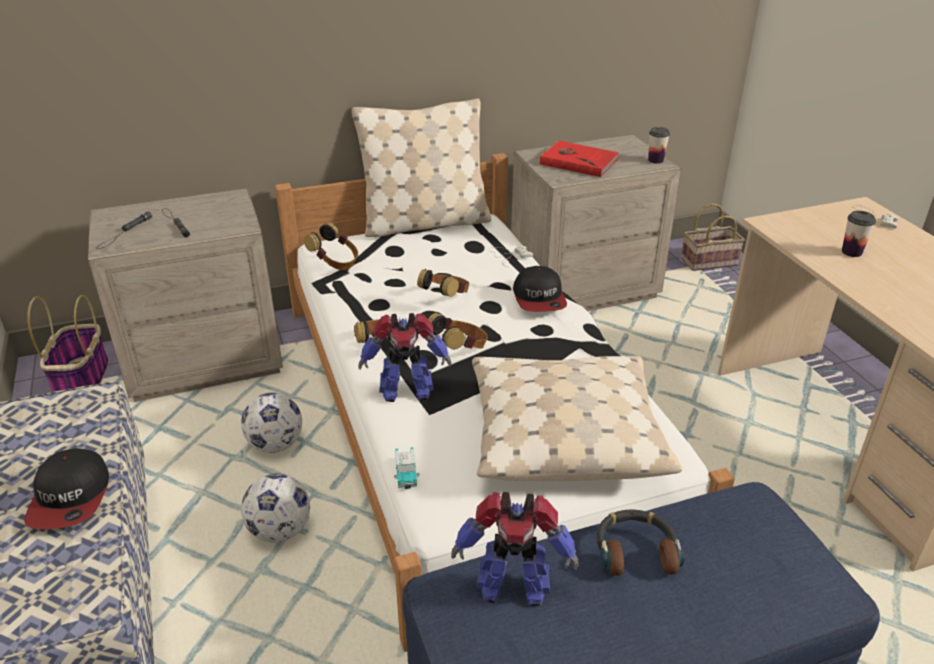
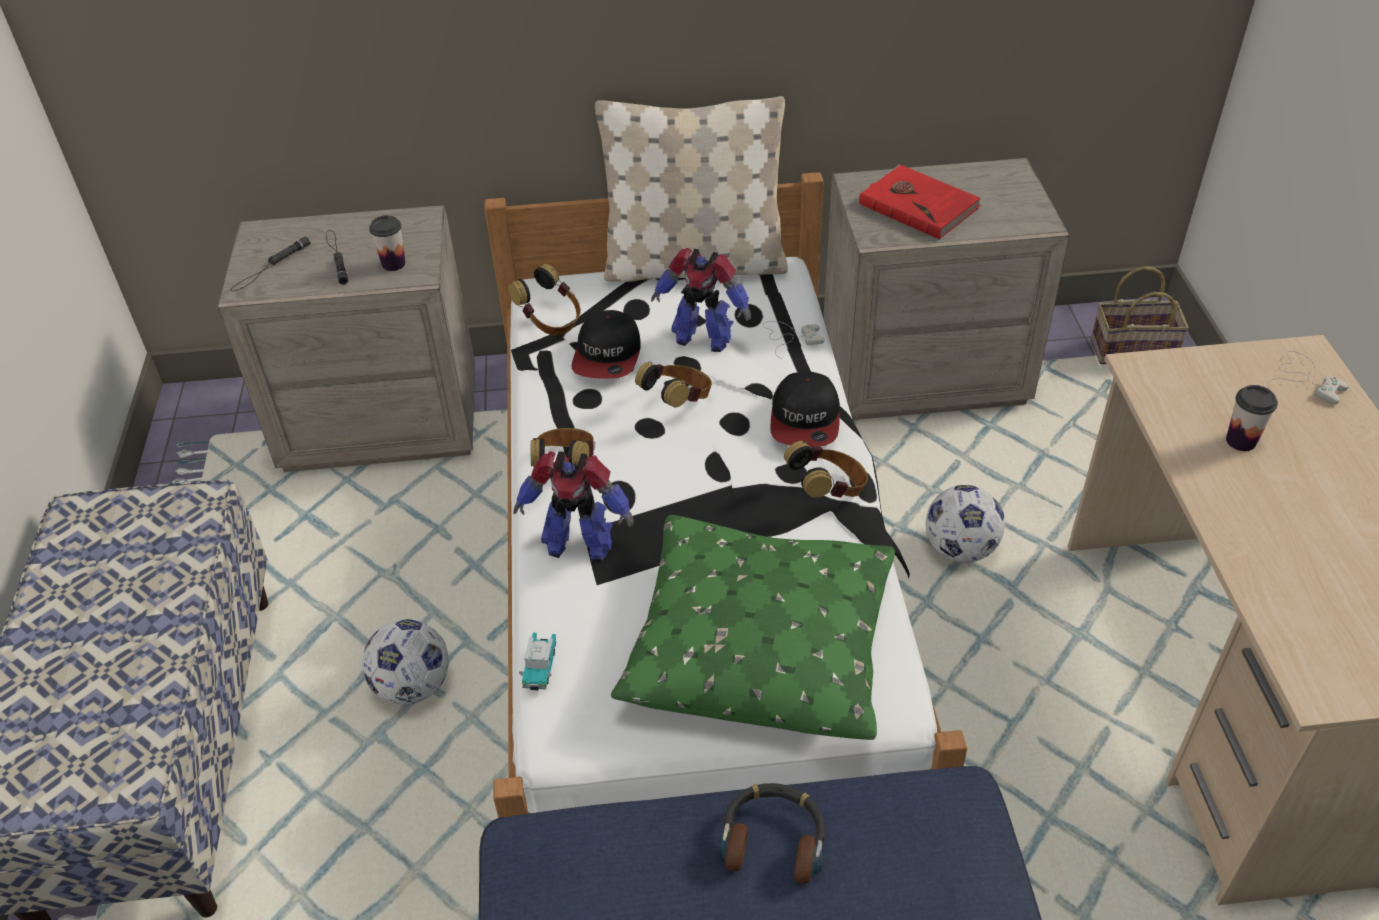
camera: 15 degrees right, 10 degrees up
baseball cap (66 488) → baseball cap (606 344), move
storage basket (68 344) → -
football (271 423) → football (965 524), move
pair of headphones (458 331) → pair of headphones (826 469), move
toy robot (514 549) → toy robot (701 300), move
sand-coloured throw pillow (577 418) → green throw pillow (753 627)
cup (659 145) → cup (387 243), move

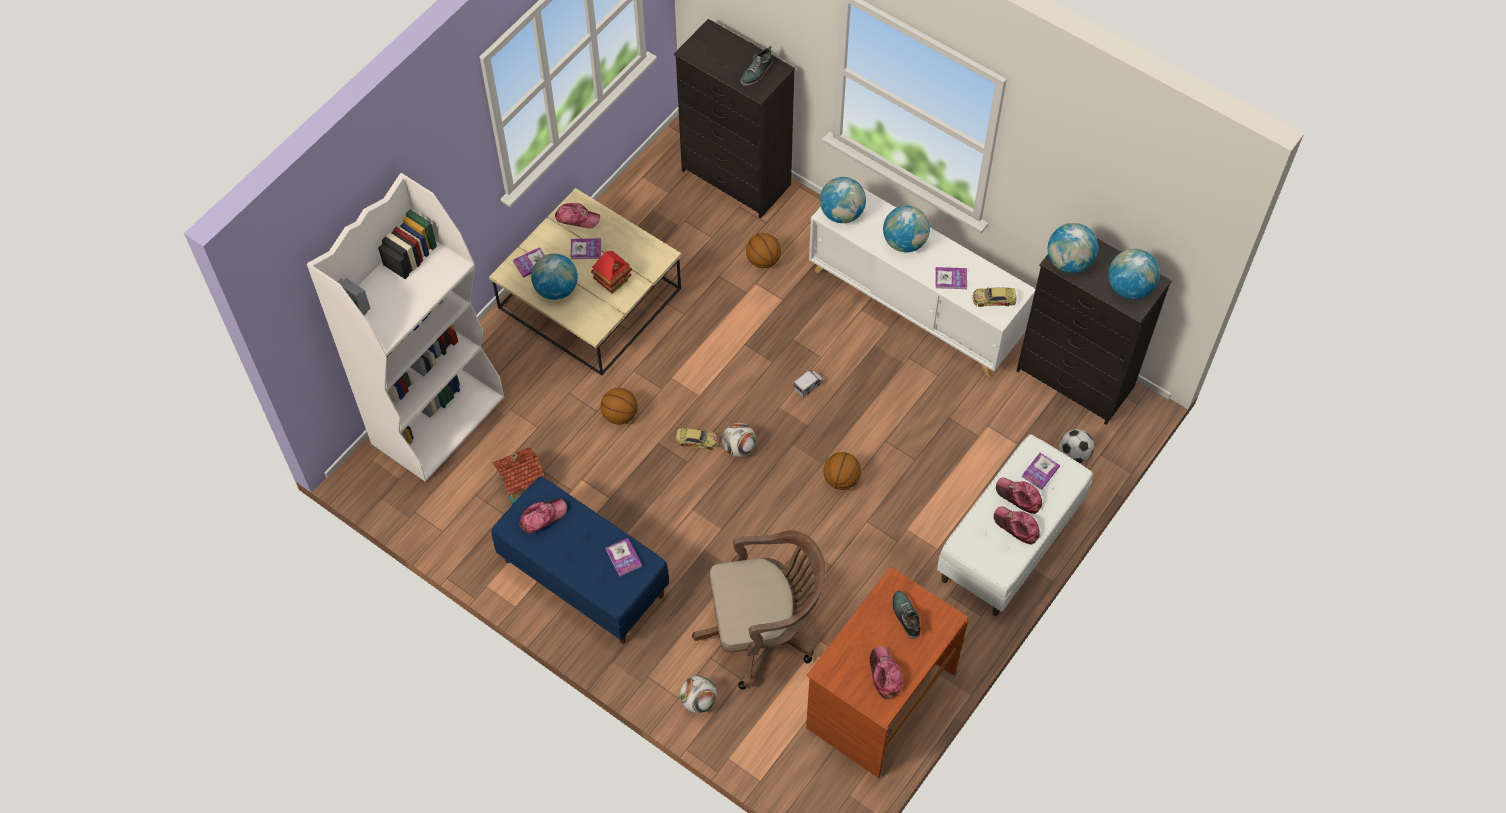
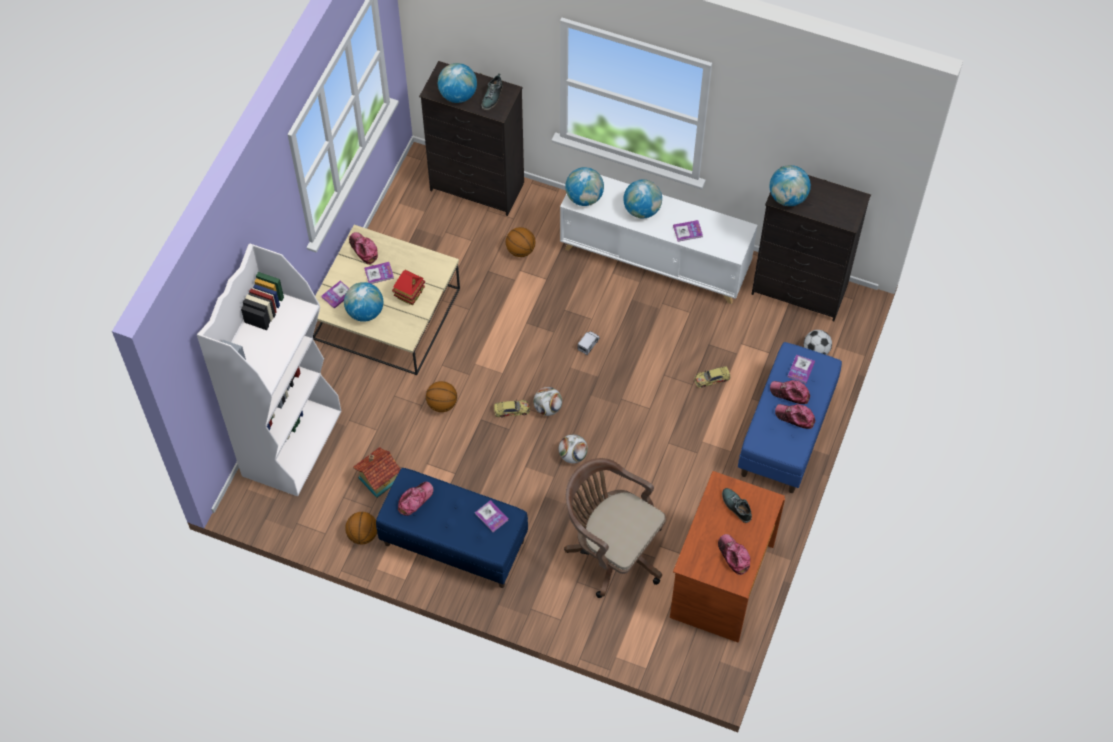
camera: 15 degrees left, 0 degrees up
baseball cap (577 215) → baseball cap (363 248), 120 degrees counterclockwise
football (698 694) → football (573 448), move
brown desk chair (758 610) → brown desk chair (615 528), 120 degrees counterclockwise
basketball (842 471) → basketball (361 528), move
whitish bench (1015 525) → blue-coloured bench (790 417)
toy car (995 297) → toy car (712 377), move
globe (1134 274) → globe (457 83), move

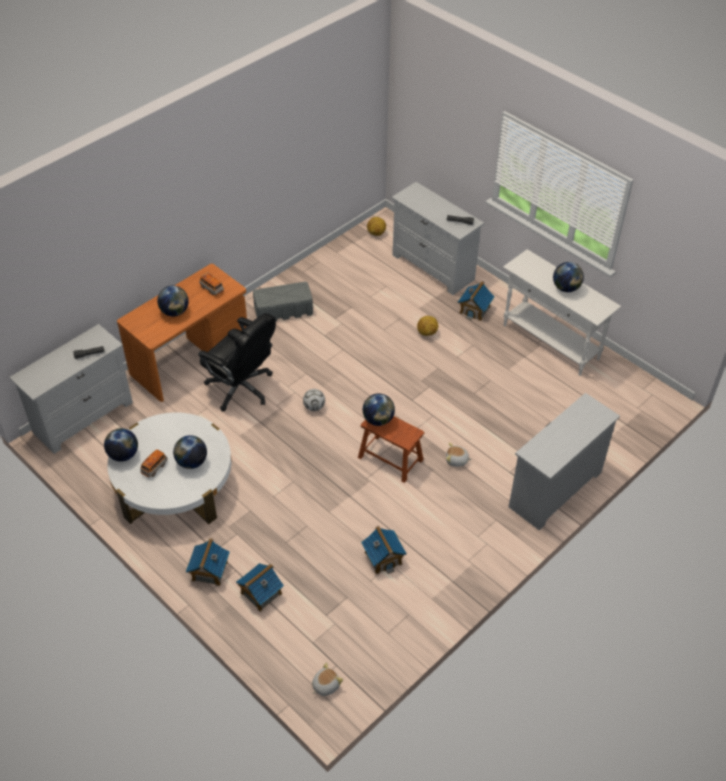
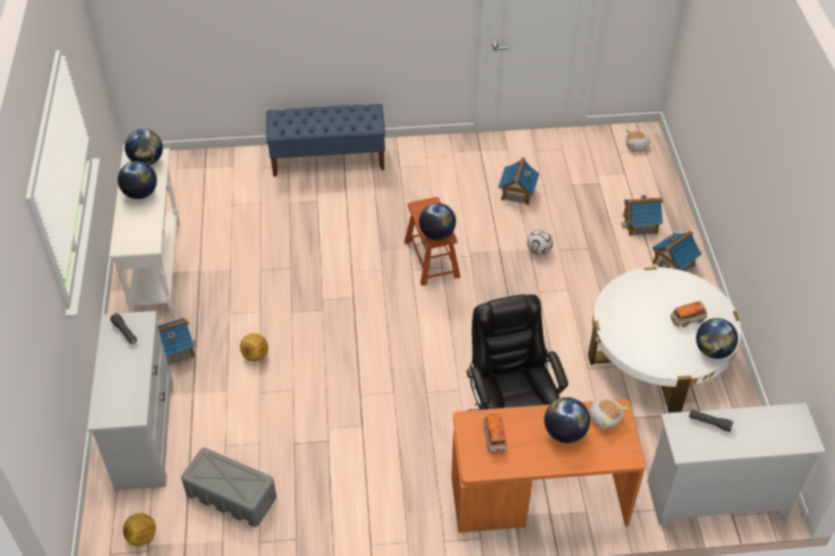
camera: 140 degrees left, 0 degrees up
globe (190 452) → globe (144 147), move
gray storage bin (283 301) → gray storage bin (229 487), move
football (314 400) → football (540 242), move
plush toy (459 455) → plush toy (609 413), move
whitish chest of drawers (564 461) → blue-coloured bench (325 140)

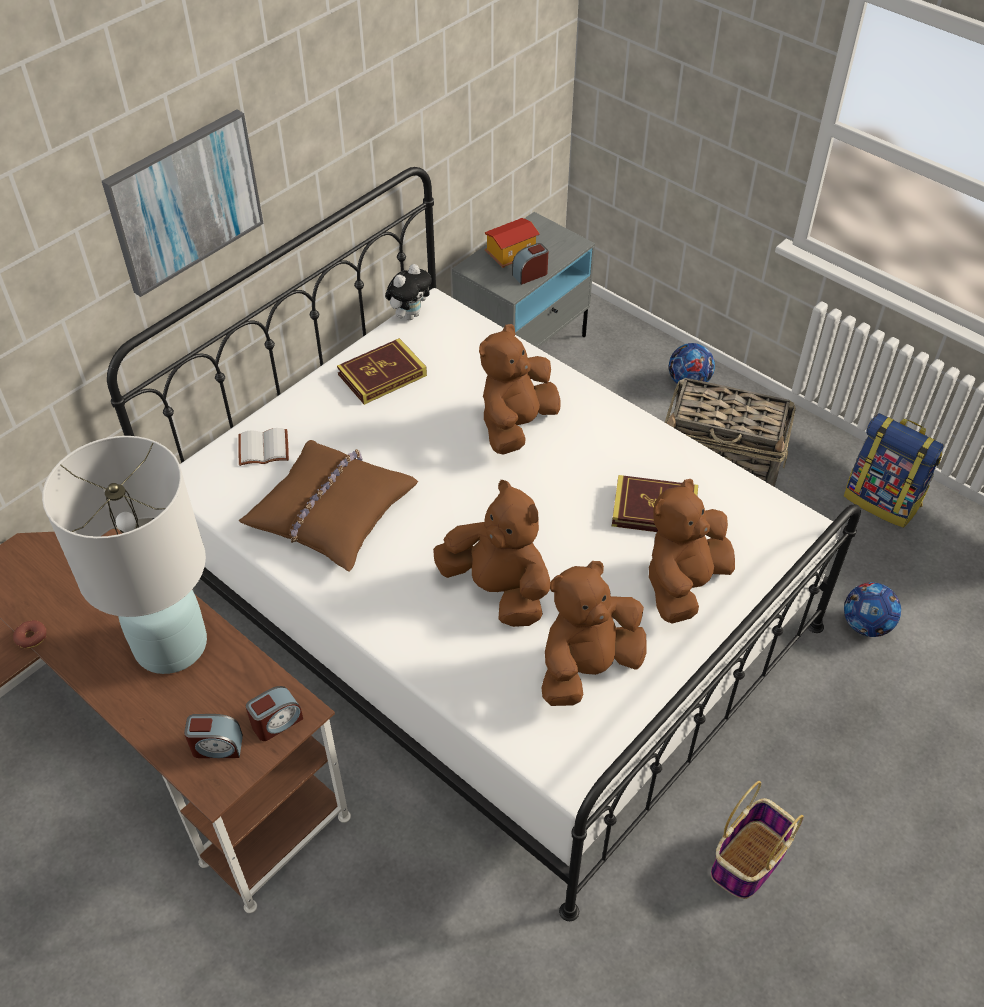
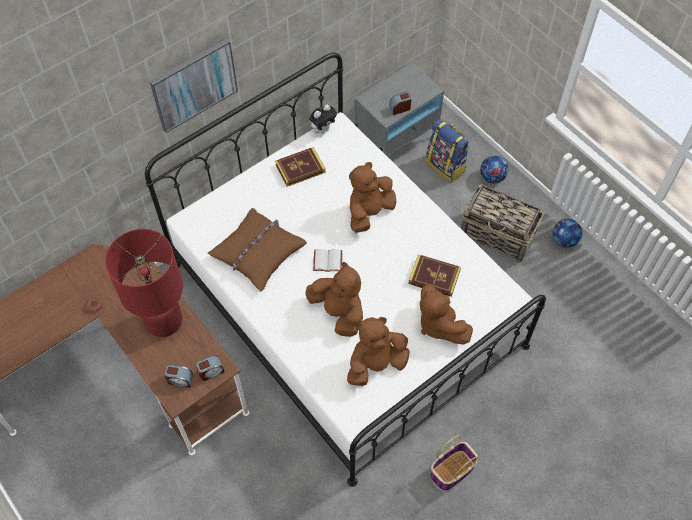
camera: 10 degrees right, 10 degrees up
whitish lamp for a table (124 555) → reddish lamp for a table (144 283)
whitish bound book (263 447) → whitish bound book (327 260), move
toy house (512 243) → -
brown plush toy (692 551) → brown plush toy (446 314), 75 degrees counterclockwise
backpack (894 470) → backpack (448 151), move
football (872 609) → football (567 233), move

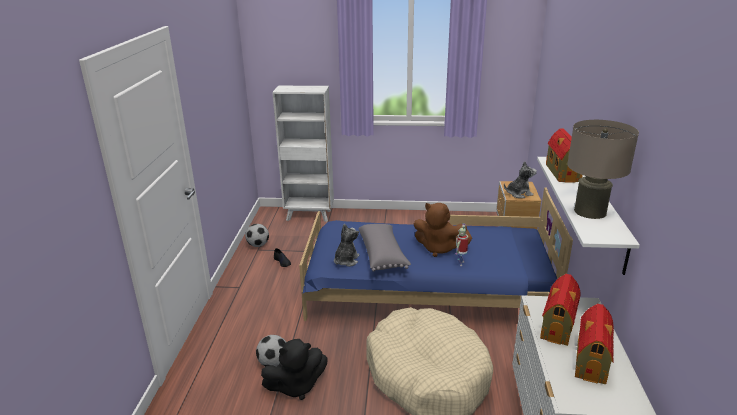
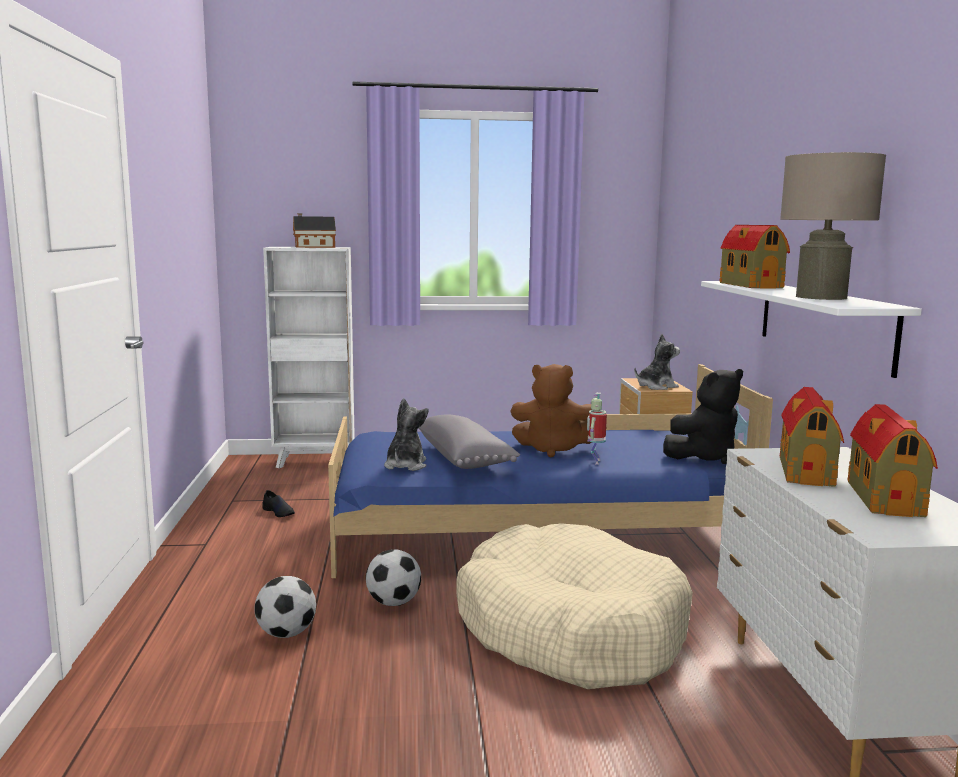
camera: 10 degrees left, 15 degrees down
football (257 235) → football (393 577), move
black-coloured plush toy (294 369) → black-coloured plush toy (703 416), move
- → toy house (314 230)

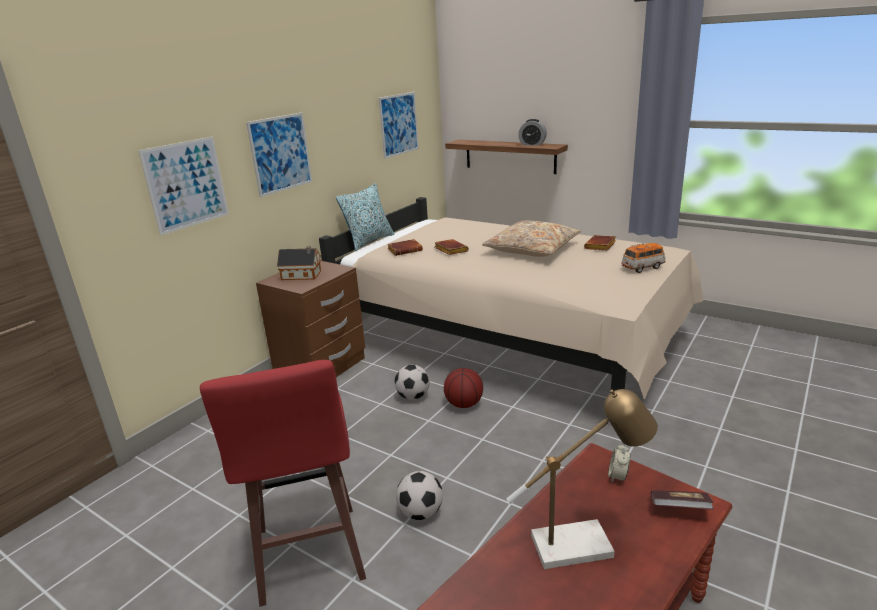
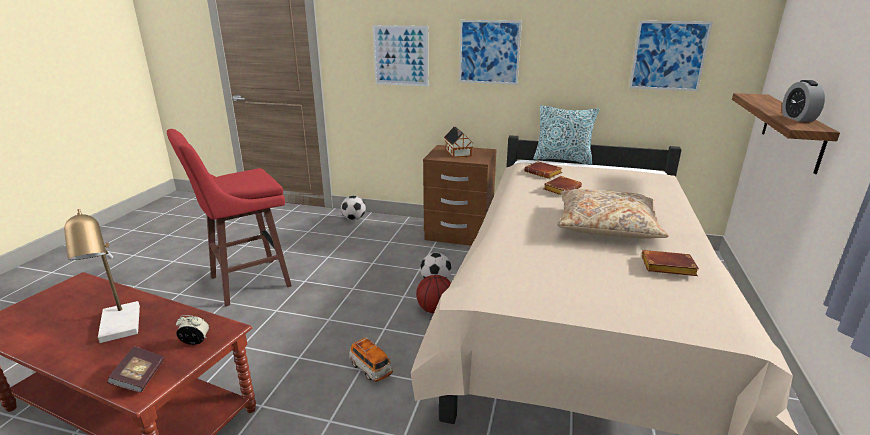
camera: 70 degrees right, 0 degrees up
football (419 495) → football (353 208), move
toy car (643 258) → toy car (371 360), move

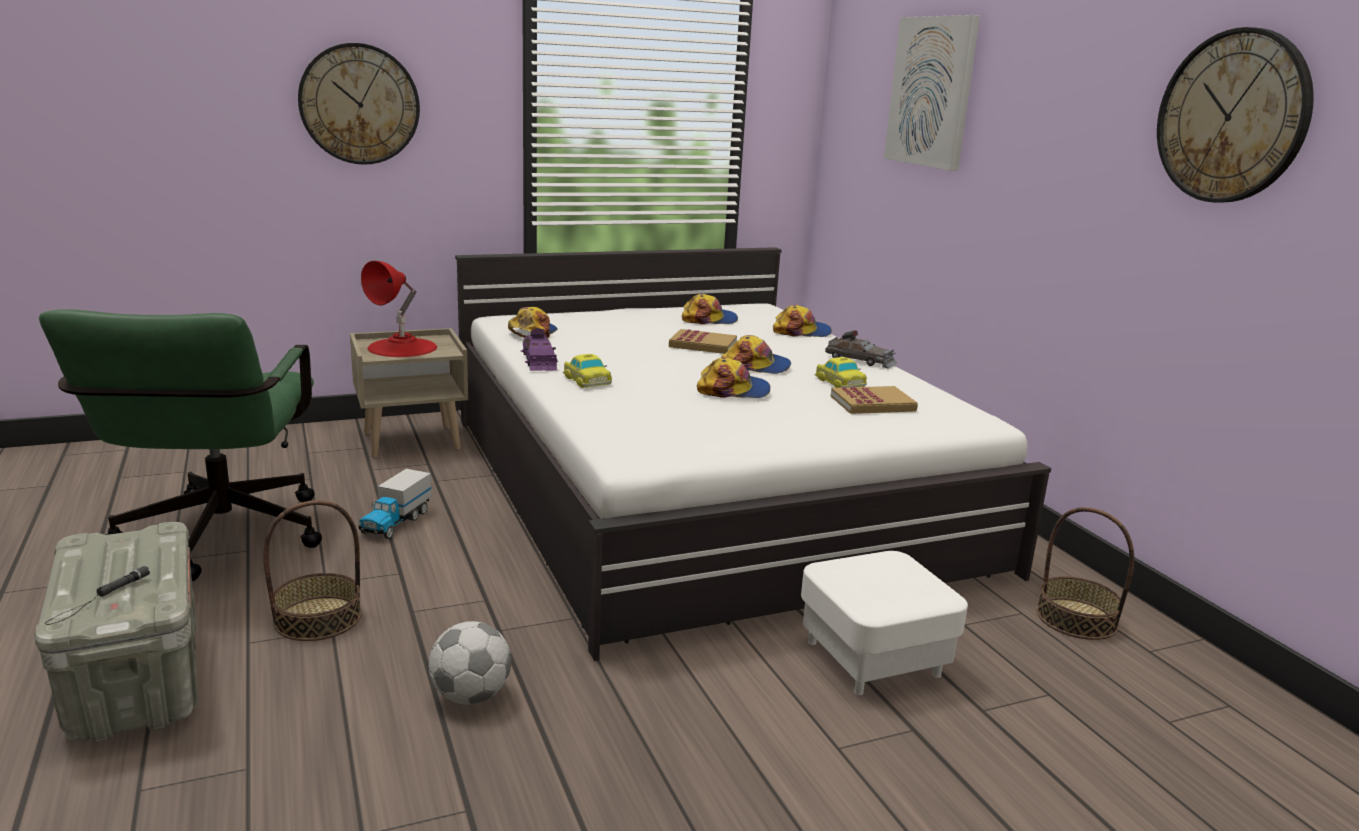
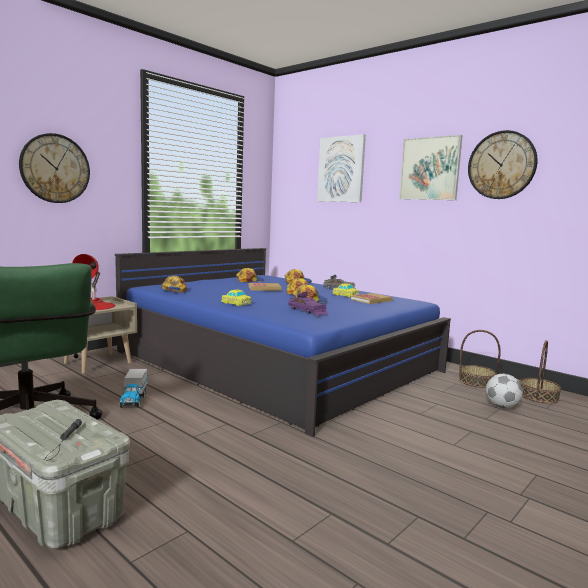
camera: 25 degrees left, 10 degrees down
storage basket (312 570) → storage basket (540 371), move
football (470 663) → football (504 391), move
whitish sleeping bed (753 454) → blue-coloured sleeping bed (283 342)
purple toy car (539 349) → purple toy car (308 303), move
whitish footrest (884 623) → -
- → wall art (431 167)

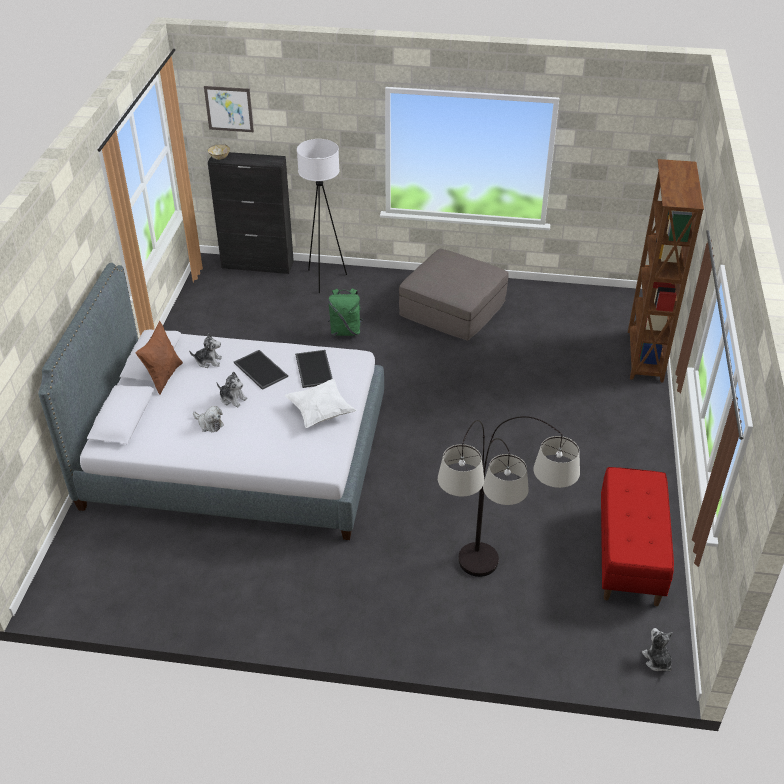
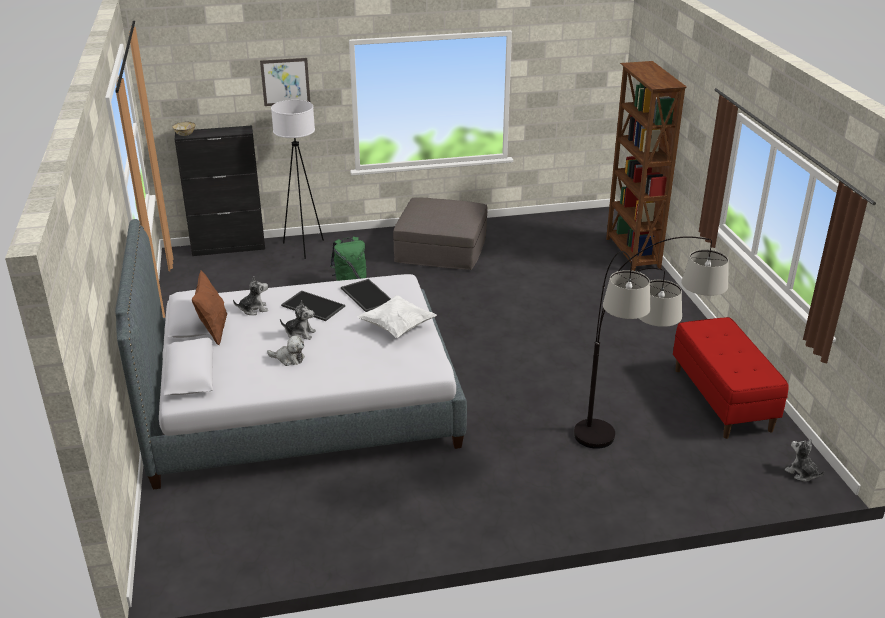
camera: 20 degrees left, 10 degrees down
wall art (229 109) → wall art (285 82), move

